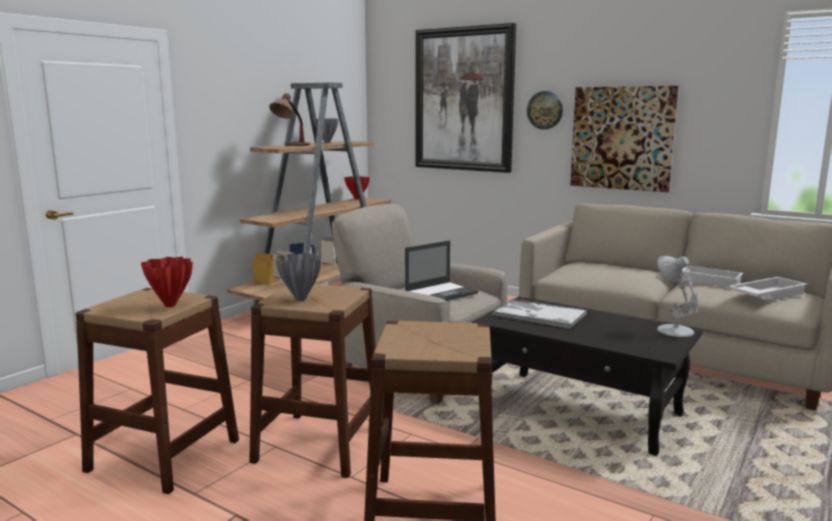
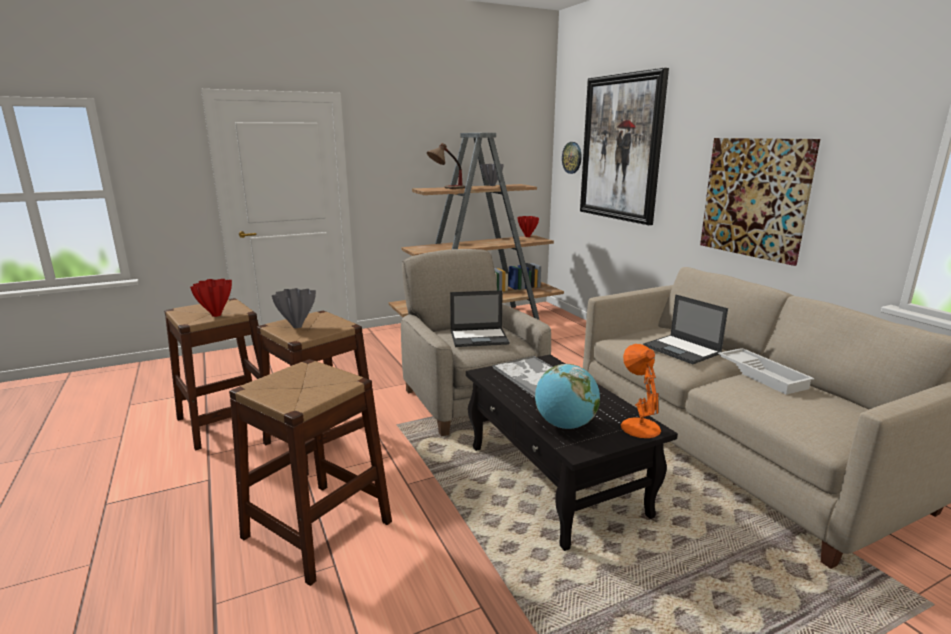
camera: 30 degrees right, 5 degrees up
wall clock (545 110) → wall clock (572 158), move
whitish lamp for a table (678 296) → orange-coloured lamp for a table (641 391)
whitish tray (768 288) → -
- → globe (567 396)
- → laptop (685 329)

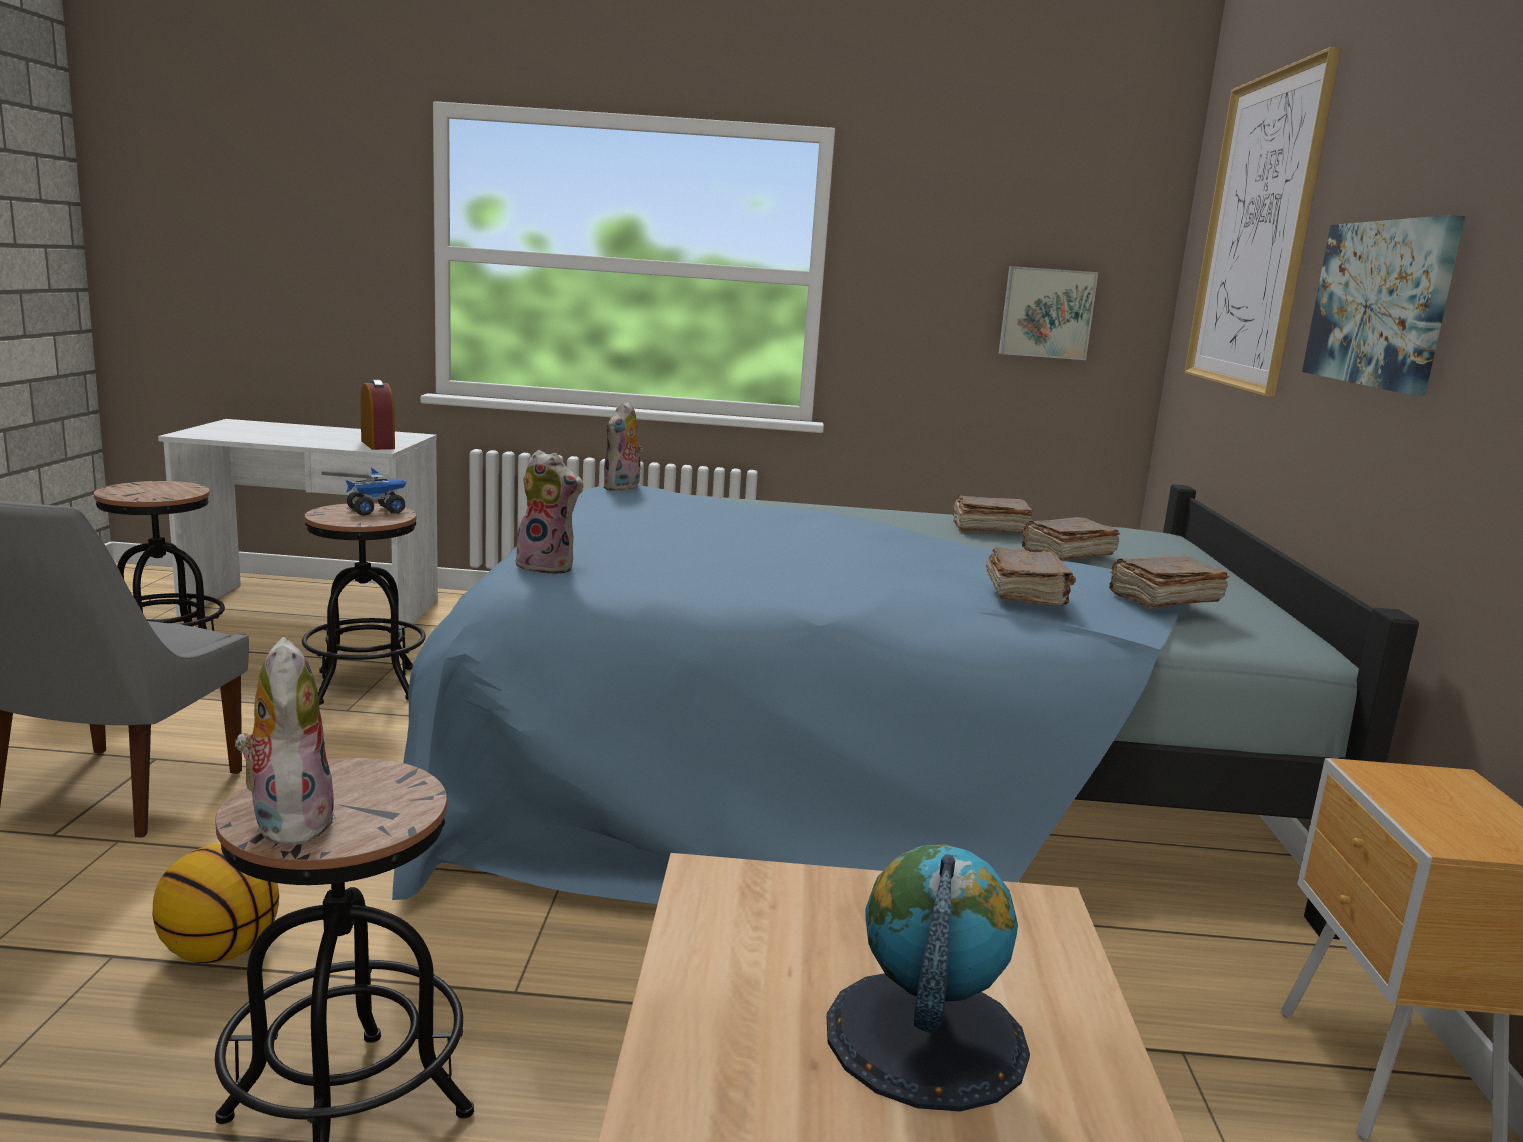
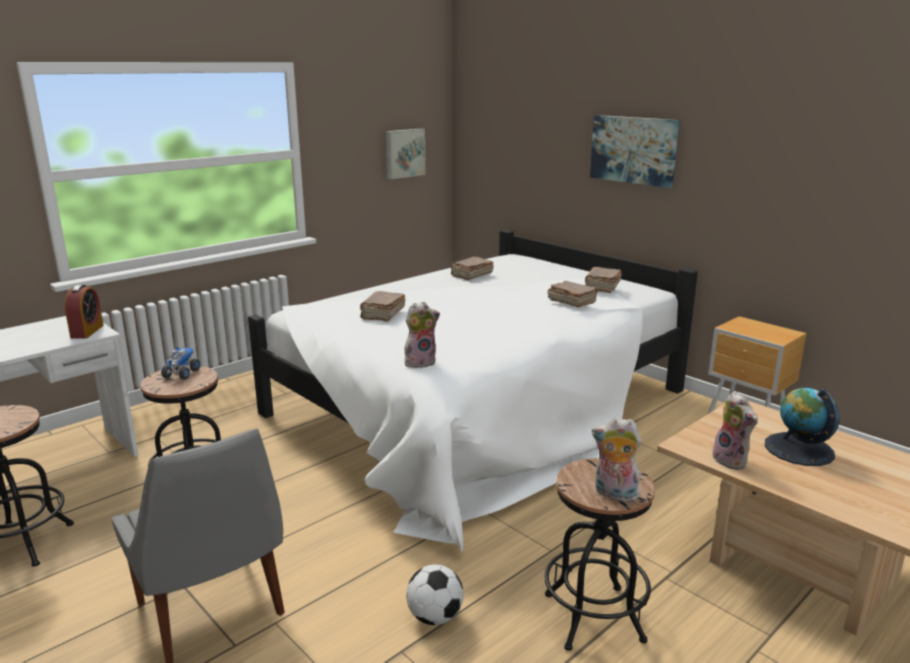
camera: 45 degrees left, 5 degrees up
basketball (216 903) → football (435 594)
table clock (377 415) → table clock (84 312), 75 degrees clockwise
blue-coloured sleeping bed (905 712) → whitish sleeping bed (473 391)
plush toy (623 446) → plush toy (735 431), move
brown bound book (1071 539) → brown bound book (383 306), move
wall art (1262 222) → -

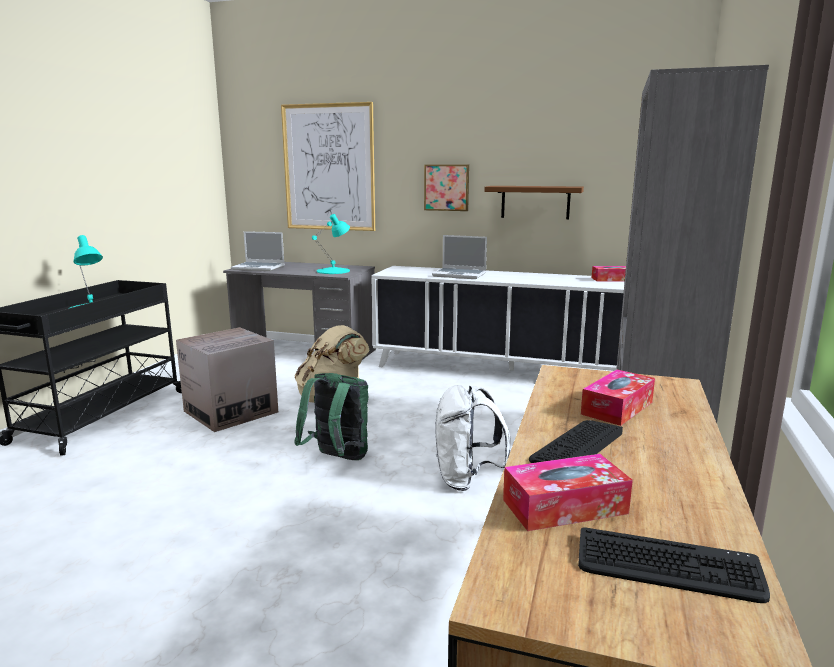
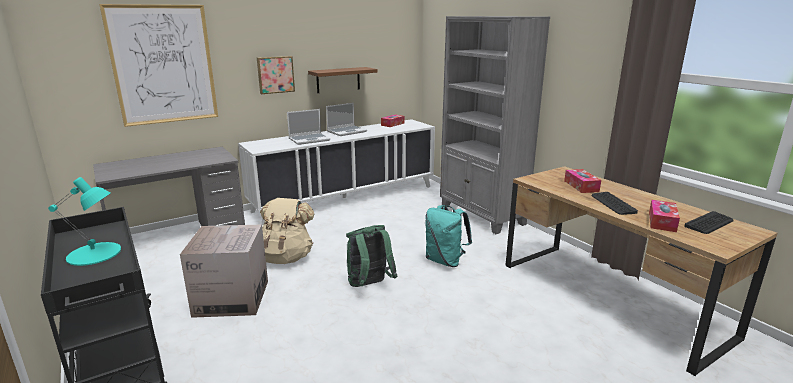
camera: 50 degrees left, 5 degrees up
laptop (258 251) → laptop (346 119), move
blue-green lamp for a table (331 244) → -
whitish backpack (473 438) → blue-green backpack (448 236)

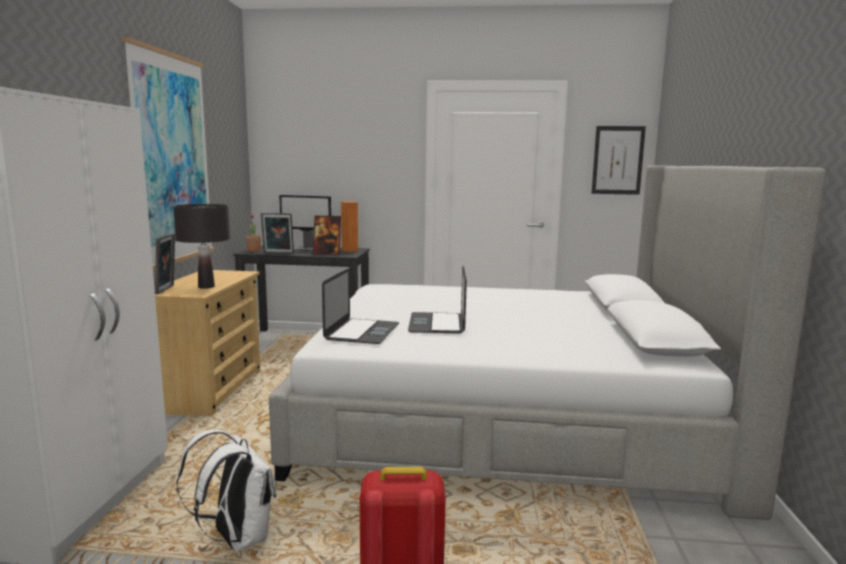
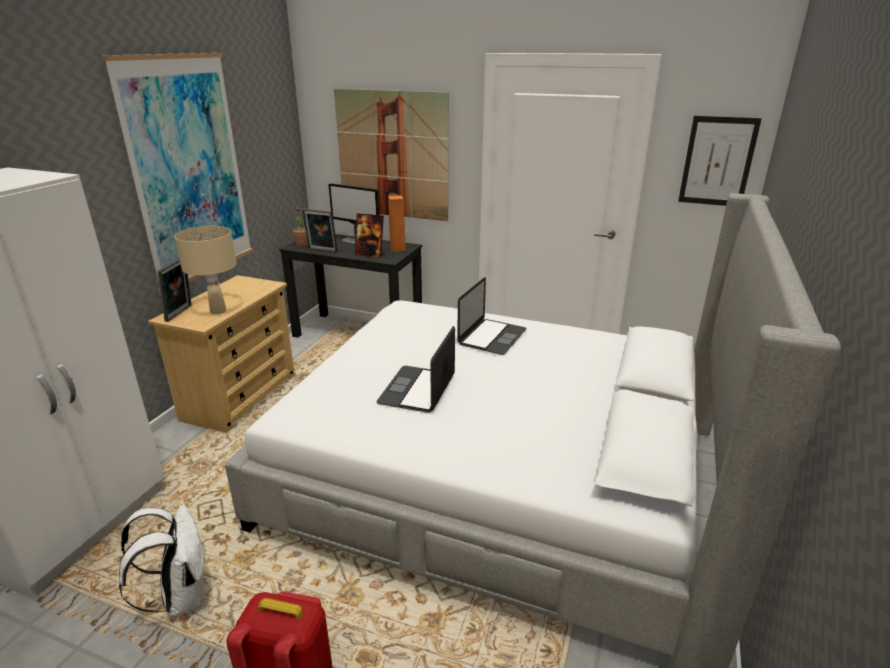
camera: 15 degrees right, 15 degrees up
black-coloured lamp for a table (201 246) → sand-coloured lamp for a table (205 270)
laptop (360 306) → laptop (492 316), move
- → wall art (391 155)

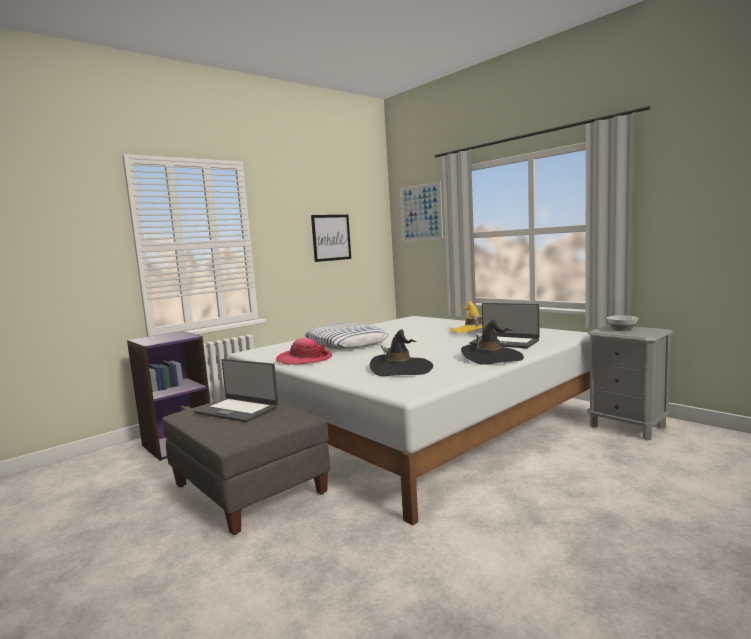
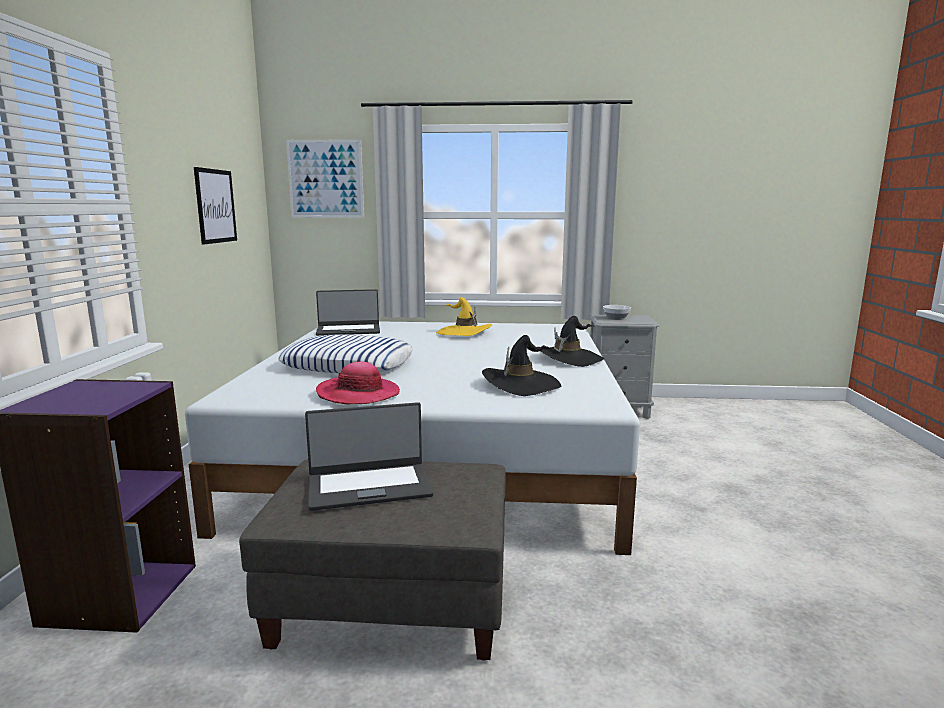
camera: 45 degrees left, 5 degrees up
laptop (504 325) → laptop (348 312), move

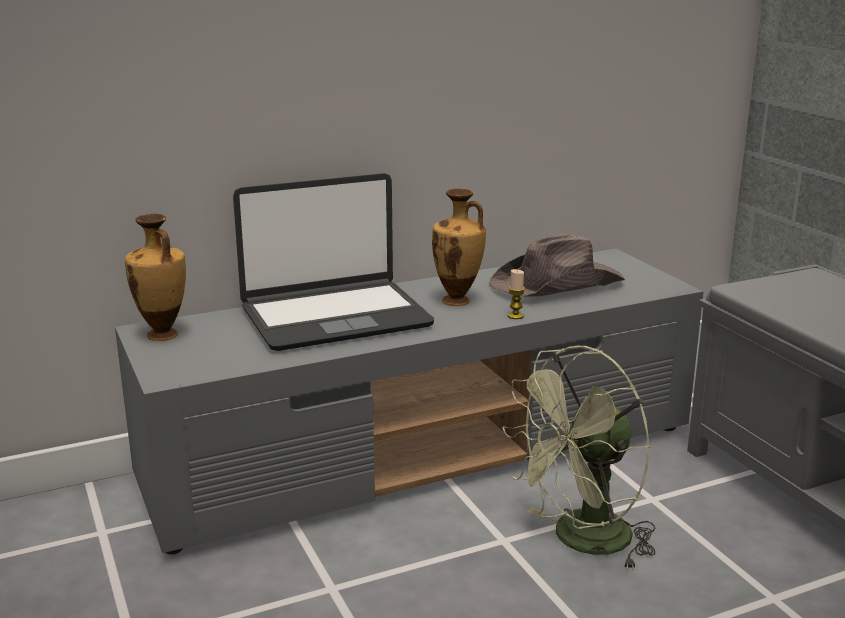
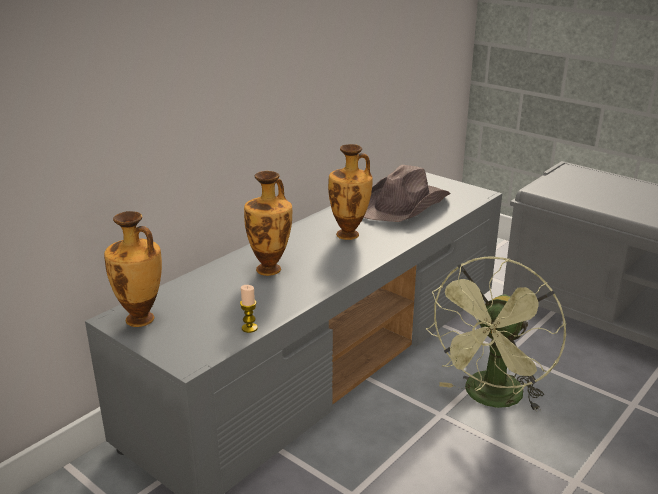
camera: 25 degrees left, 5 degrees up
laptop (333 262) → decorative vase (268 223)
wax light (516 294) → wax light (249 309), move

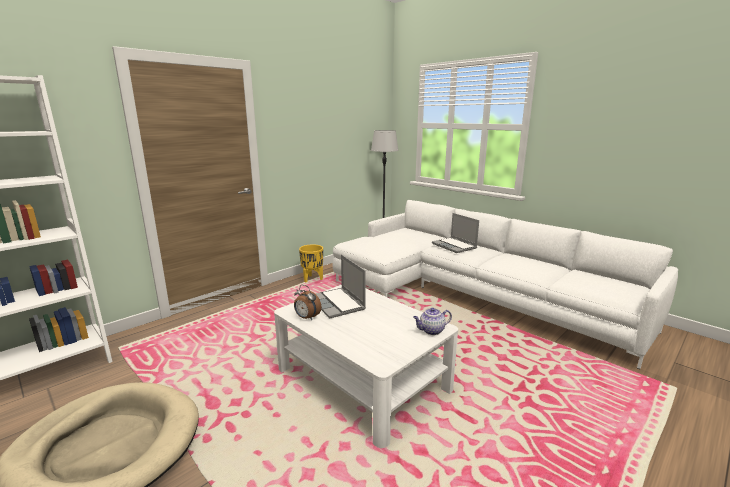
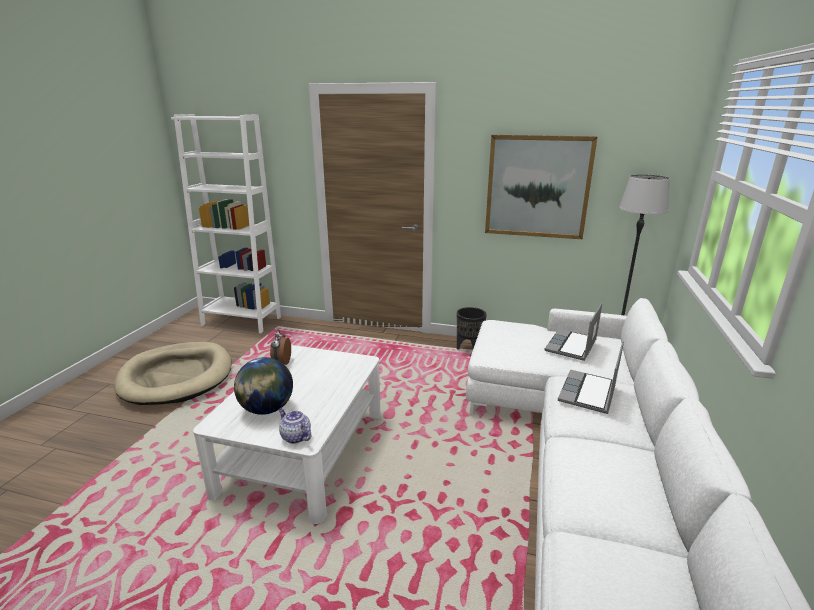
camera: 60 degrees right, 5 degrees up
yellow plant pot (311 263) → black-coloured plant pot (472 328)
laptop (341 286) → laptop (573 332), move
- → globe (263 386)
- → wall art (541 187)

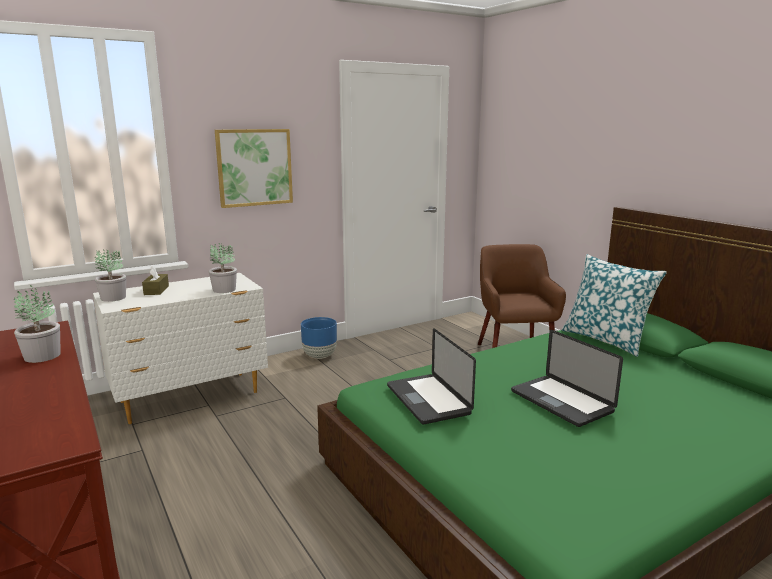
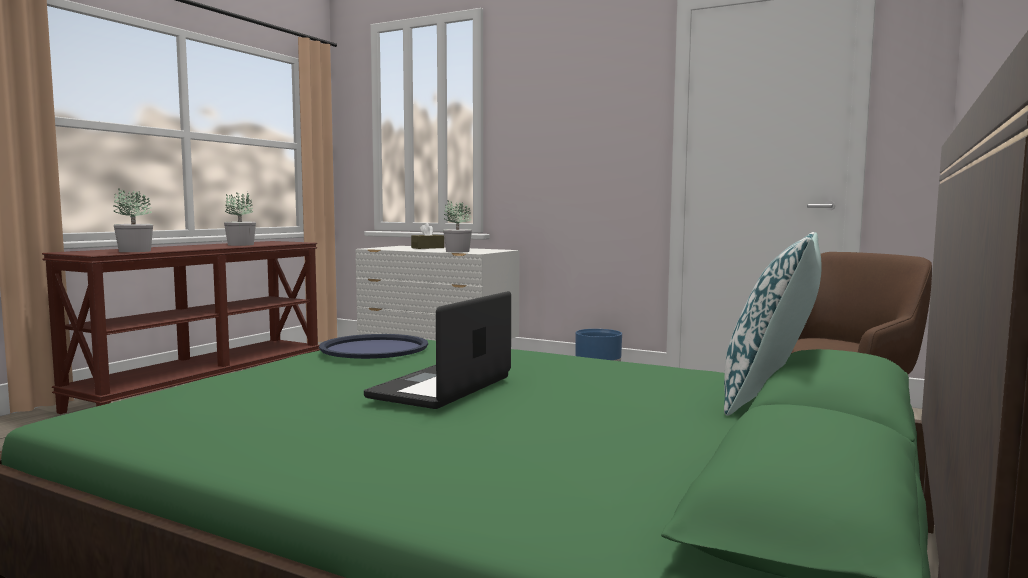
camera: 60 degrees right, 10 degrees down
plant in a pot (110 275) → plant in a pot (133 220), move
wall art (254 168) → -
laptop (431 376) → blue-coloured tray (373 346)

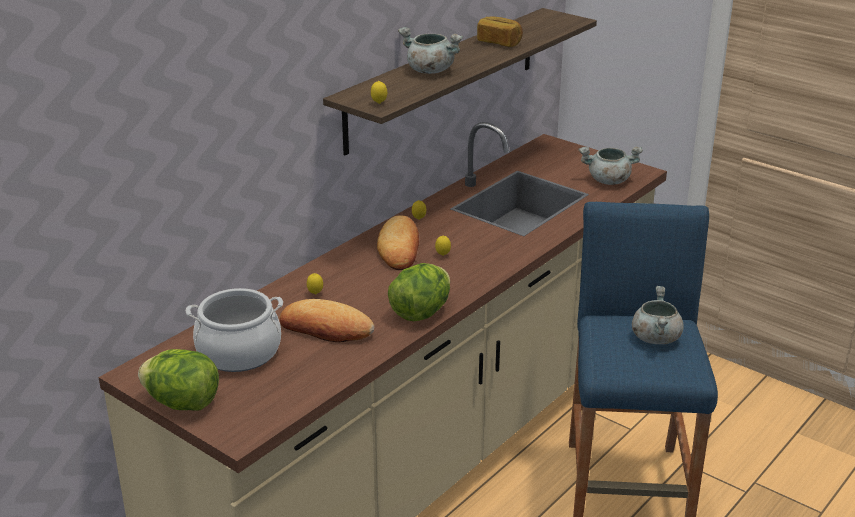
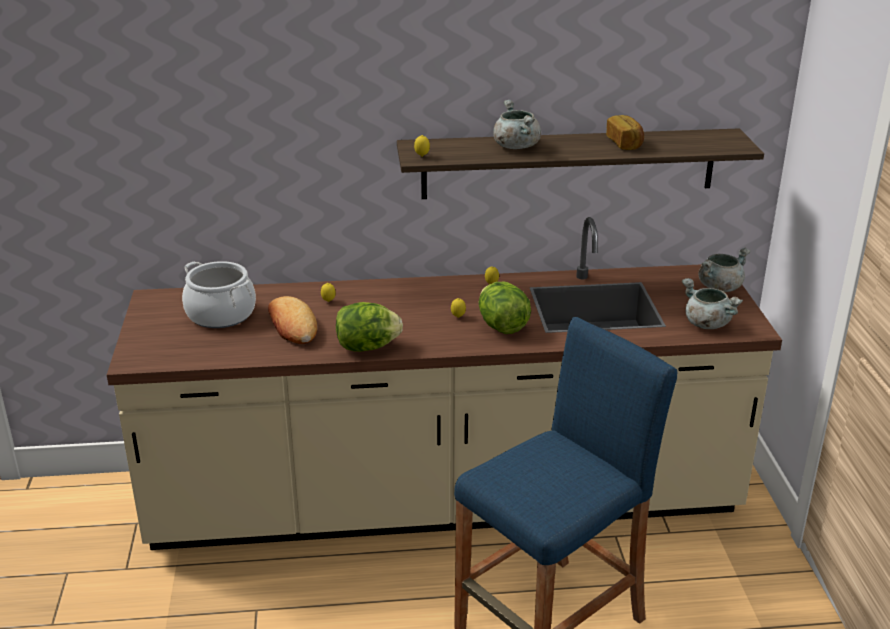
camera: 45 degrees right, 0 degrees up
head of lettuce (178 380) → head of lettuce (505 308), move
baked bread (398 242) → -
gray cooking pot (658 315) → gray cooking pot (724 269), move

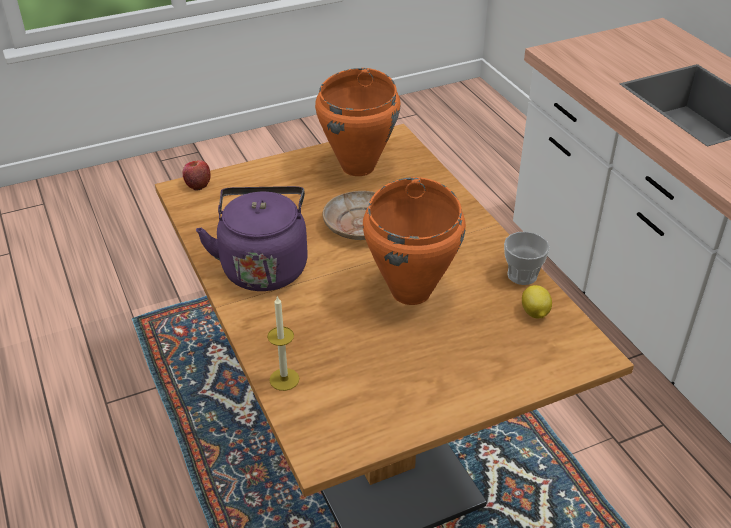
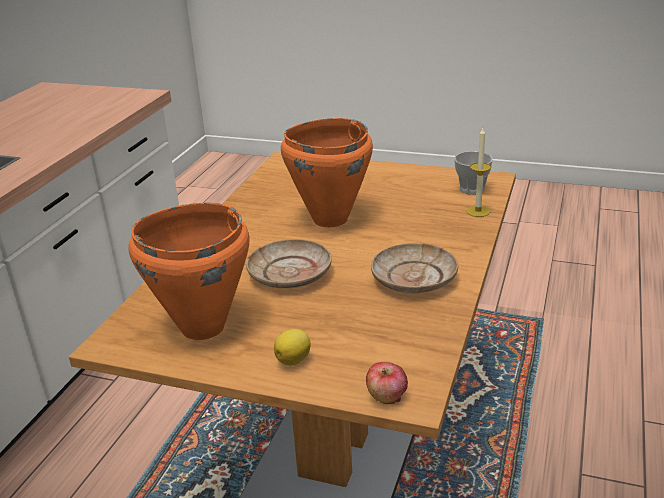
camera: 135 degrees left, 10 degrees down
purple tea kettle (252 238) → sand-coloured plate (414 268)
cup (527 258) → cup (473 173), move
citrus fruit (537 301) → citrus fruit (292 347), move

